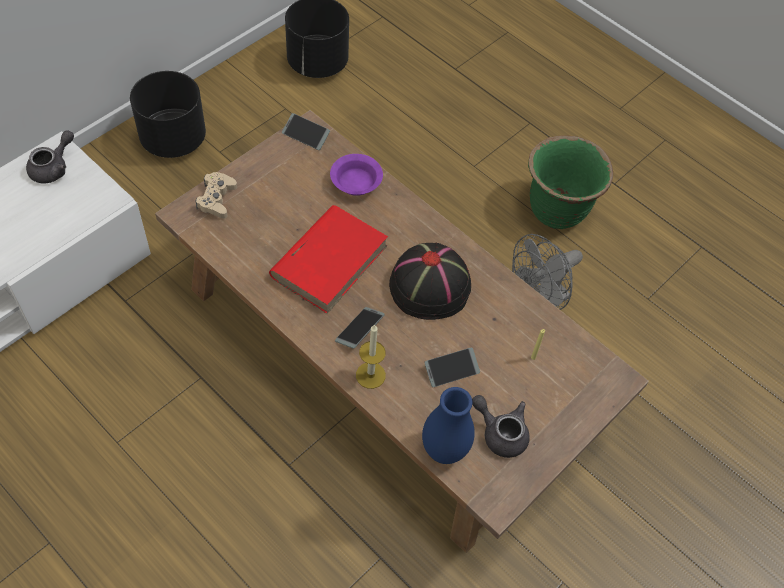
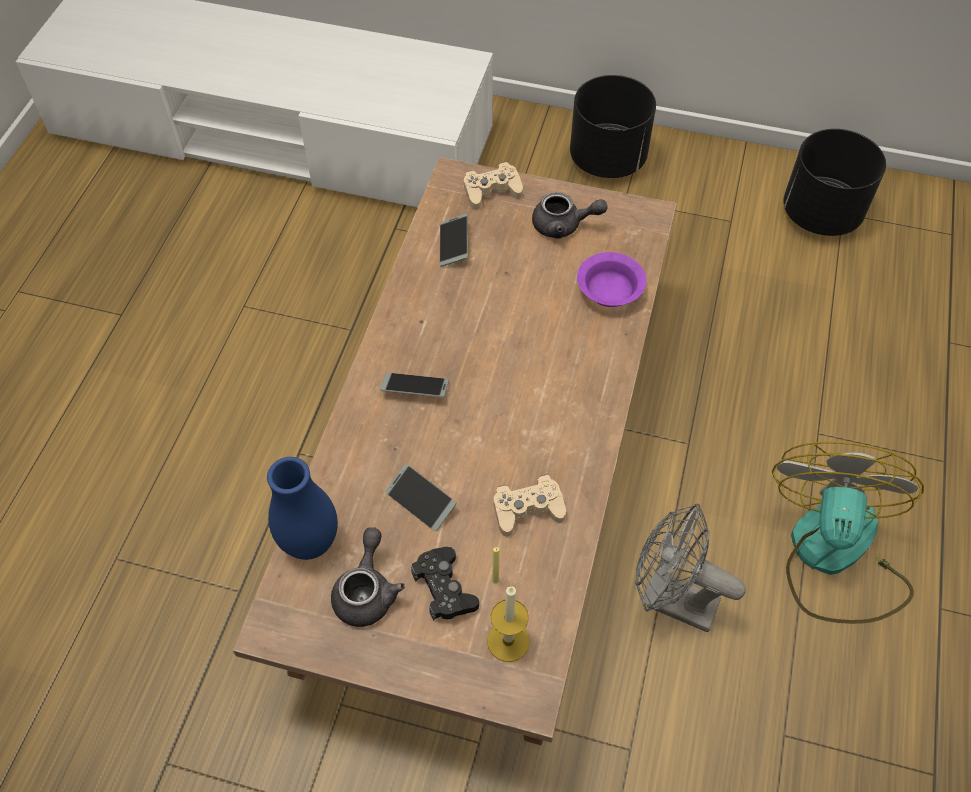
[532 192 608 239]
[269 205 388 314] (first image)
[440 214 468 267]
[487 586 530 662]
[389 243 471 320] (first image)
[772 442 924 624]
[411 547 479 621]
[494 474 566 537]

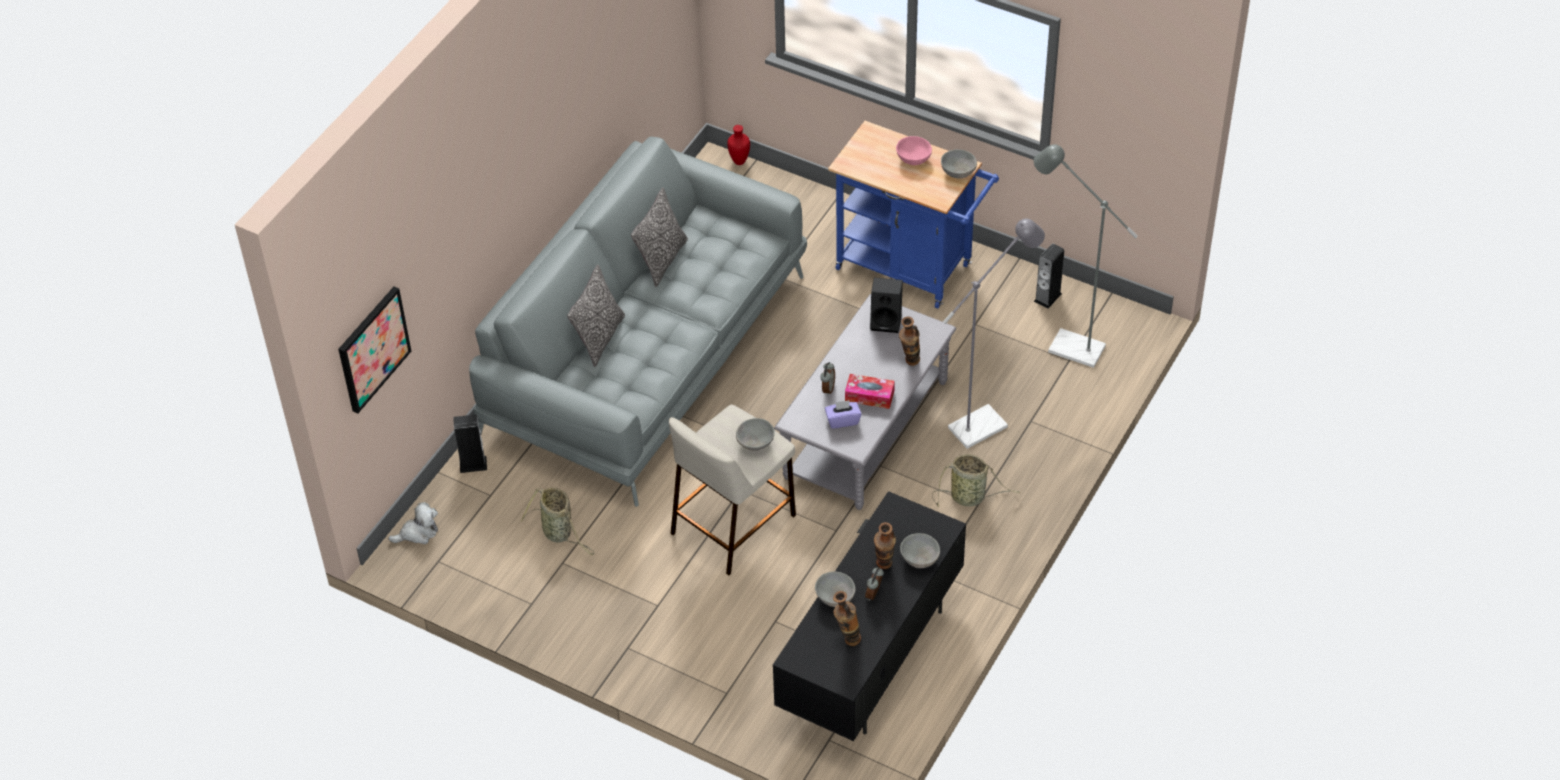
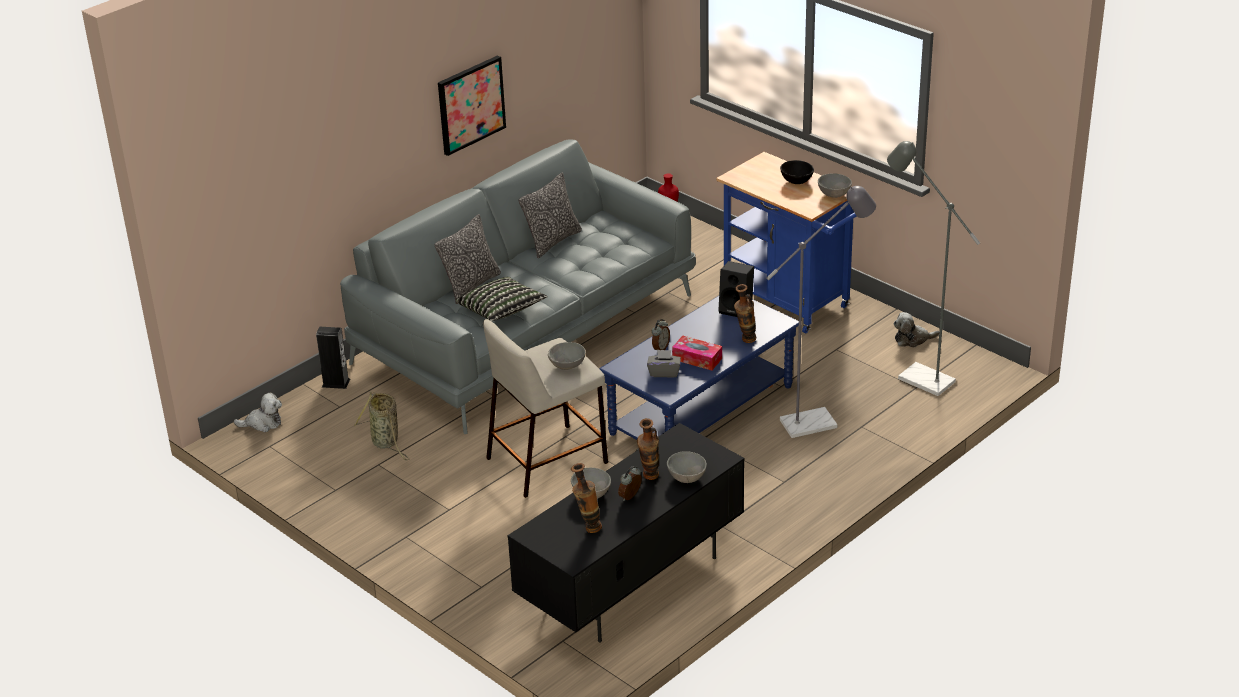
[438 55 506 156]
[599 296 799 440]
[647 350 681 378]
[780 160 814 184]
[932 454 1020 507] (first image)
[894 312 939 347]
[456 277 547 321]

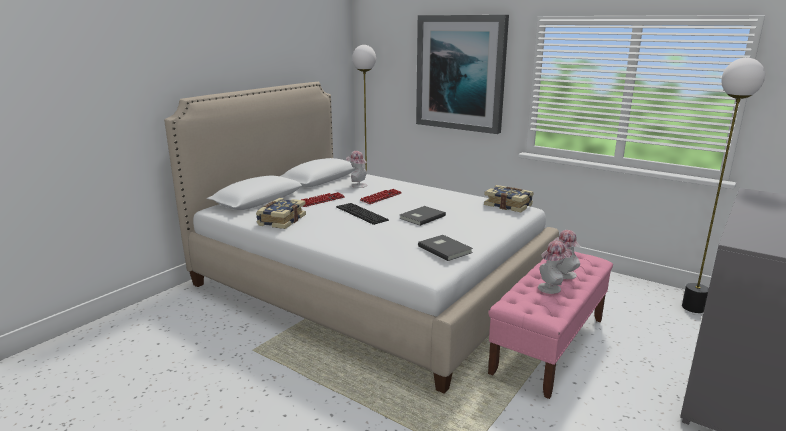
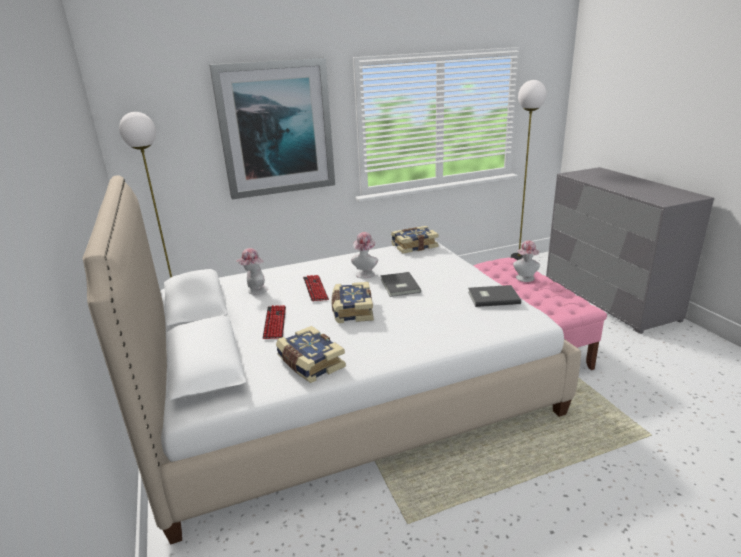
[332 282 374 323]
[351 232 378 279]

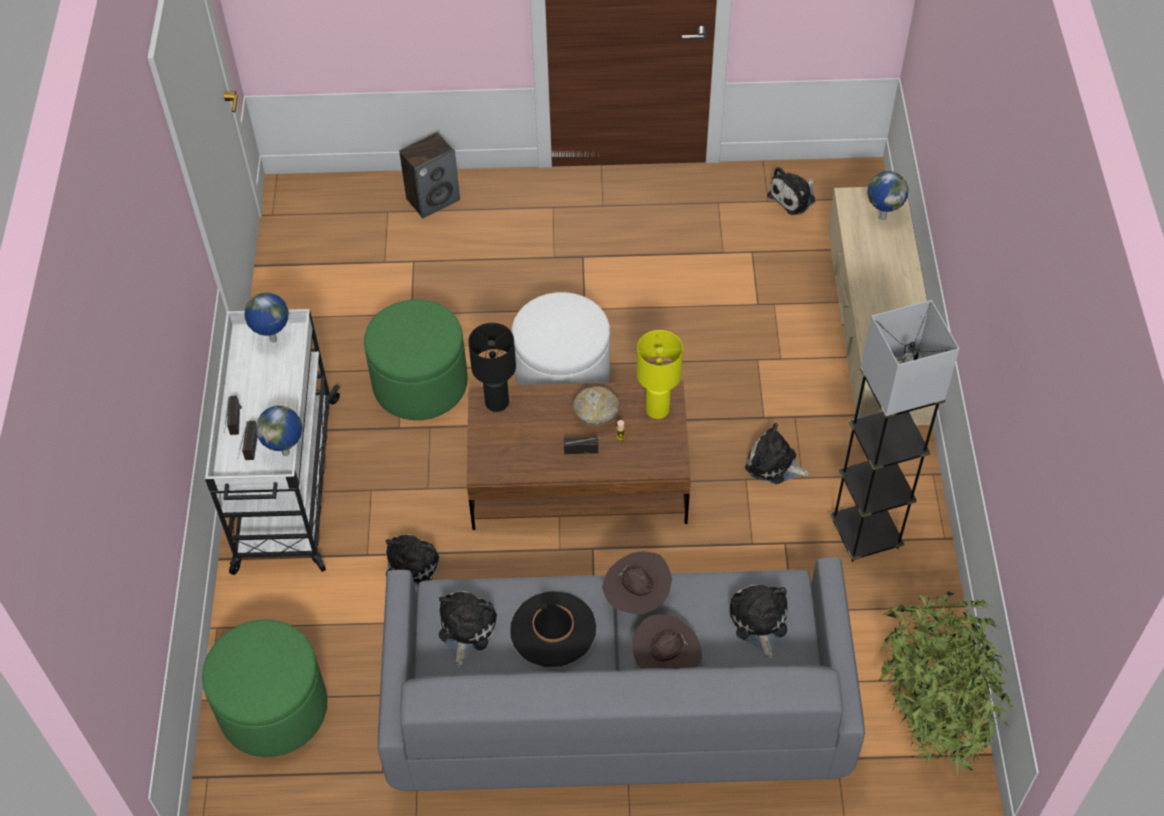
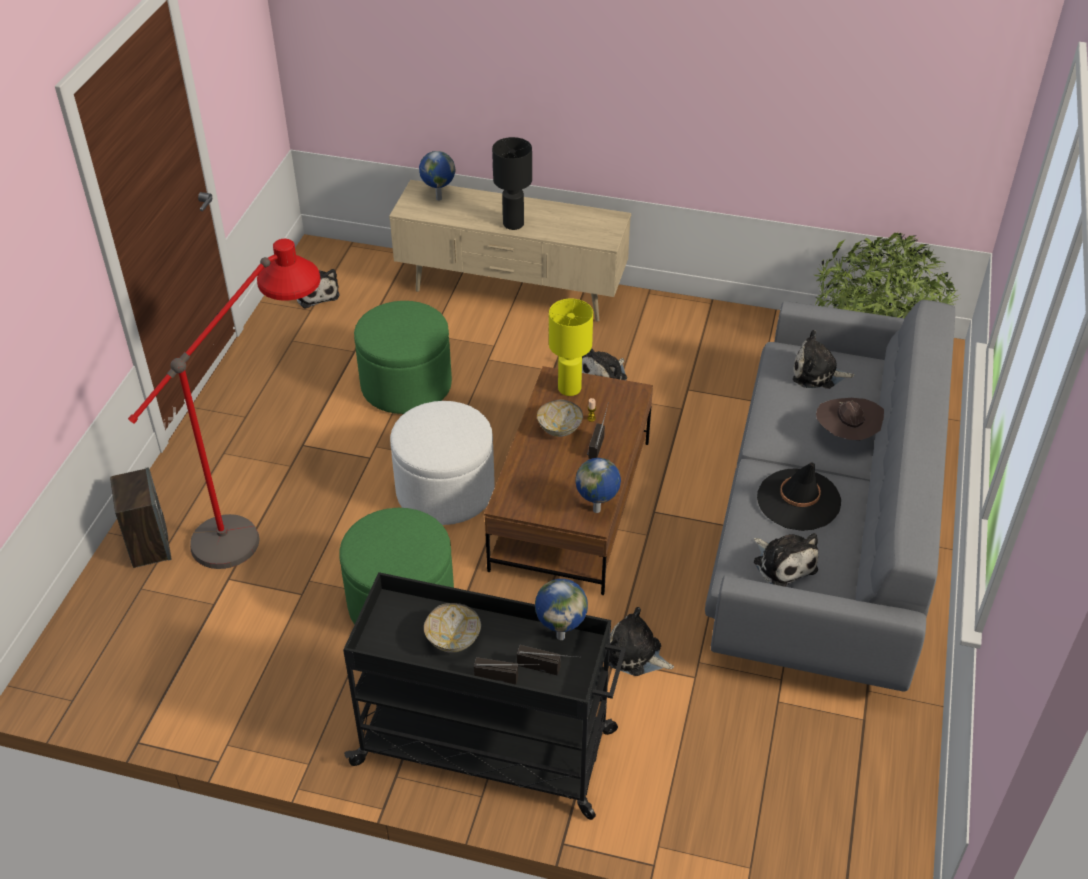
[354 301 452 414]
[343 572 626 820]
[575 458 621 513]
[754 533 818 587]
[492 137 532 230]
[602 551 672 614] (first image)
[830 300 960 562] (first image)
[128 239 320 569]
[424 603 481 653]

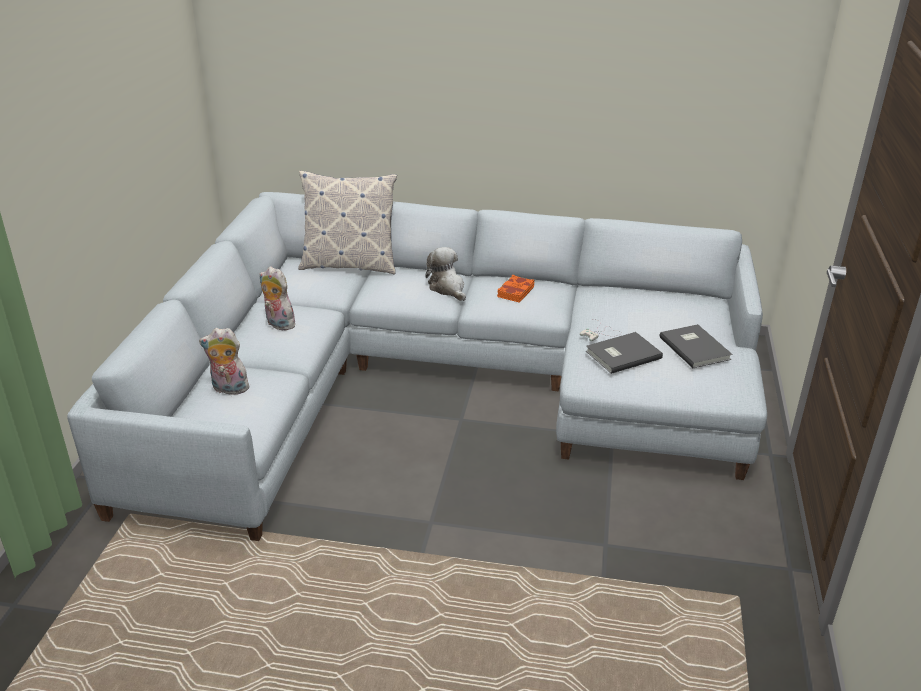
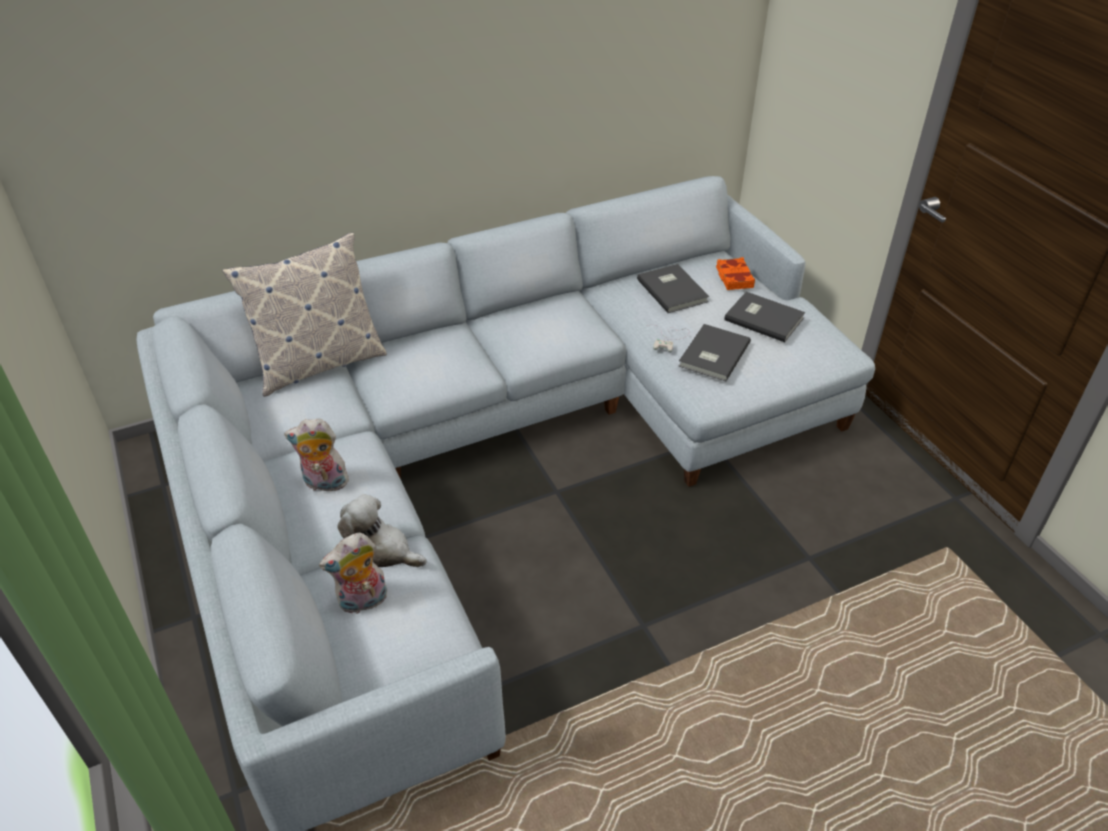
[337 494 427 567]
[716 257 755 290]
[637 264 709 313]

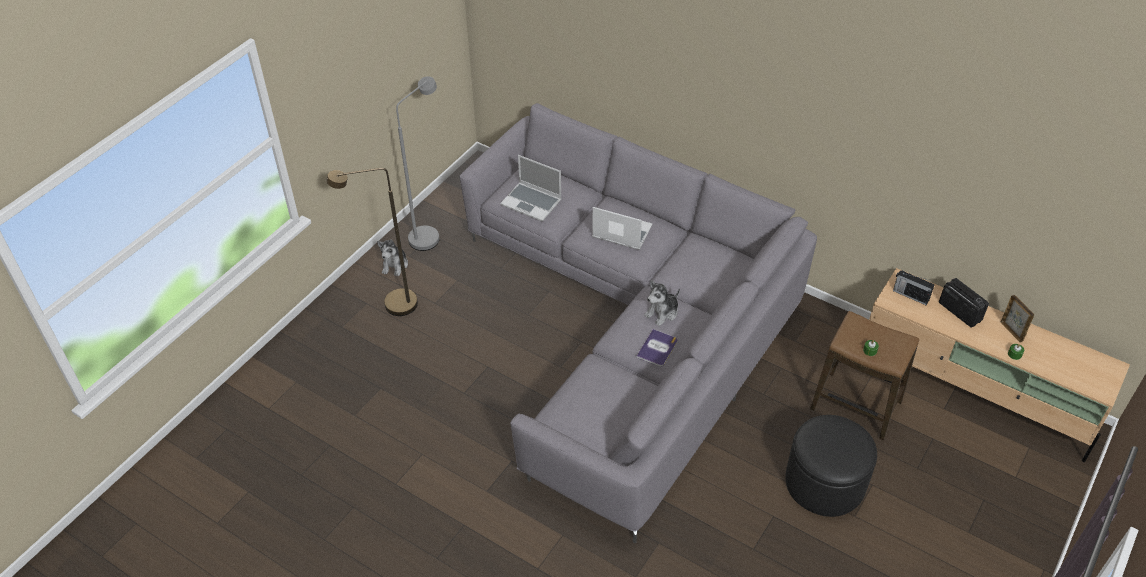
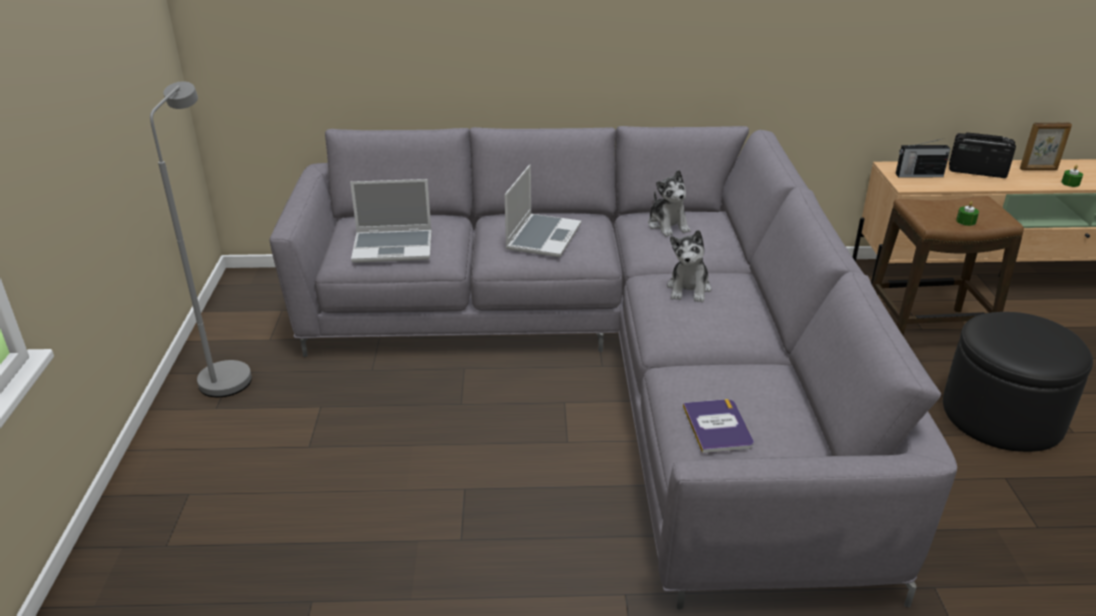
[327 168 418 316] (first image)
[648 170 690 237]
[505 164 581 257]
[683 399 754 453]
[1020 123 1072 170]

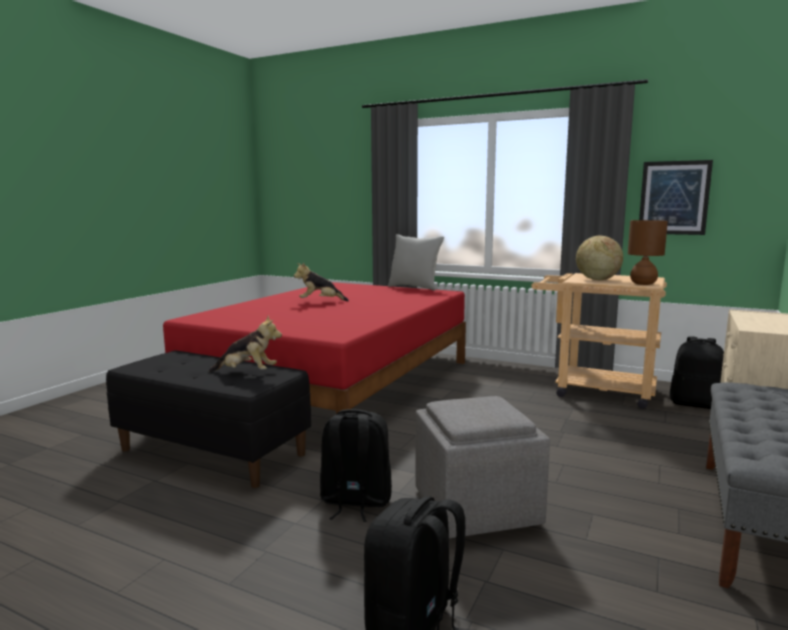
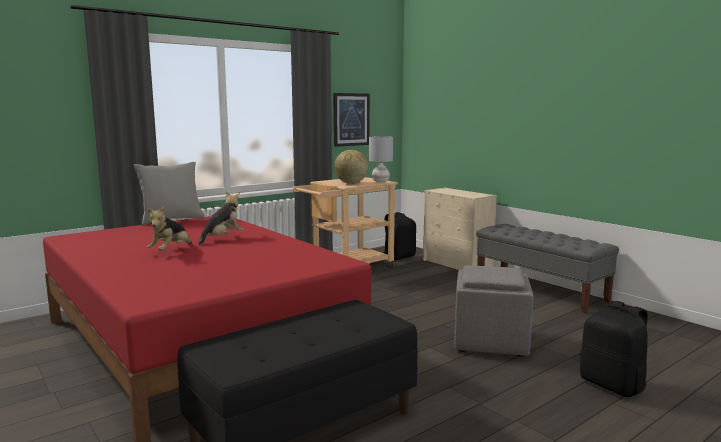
[198 192 243 245]
[320 409 392 522] (first image)
[369 136 393 182]

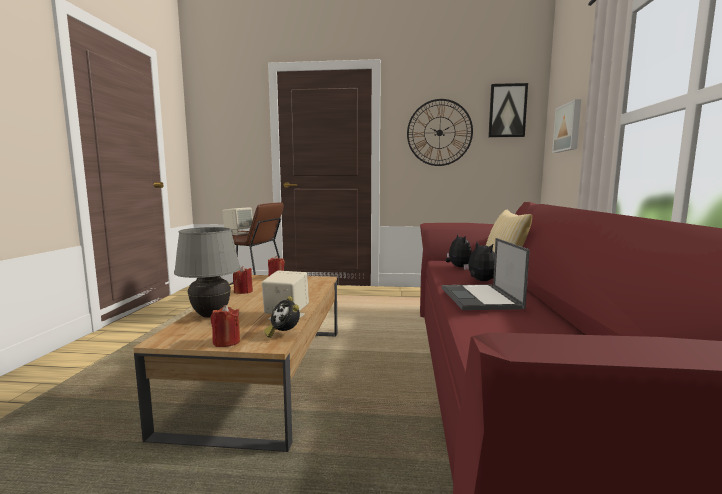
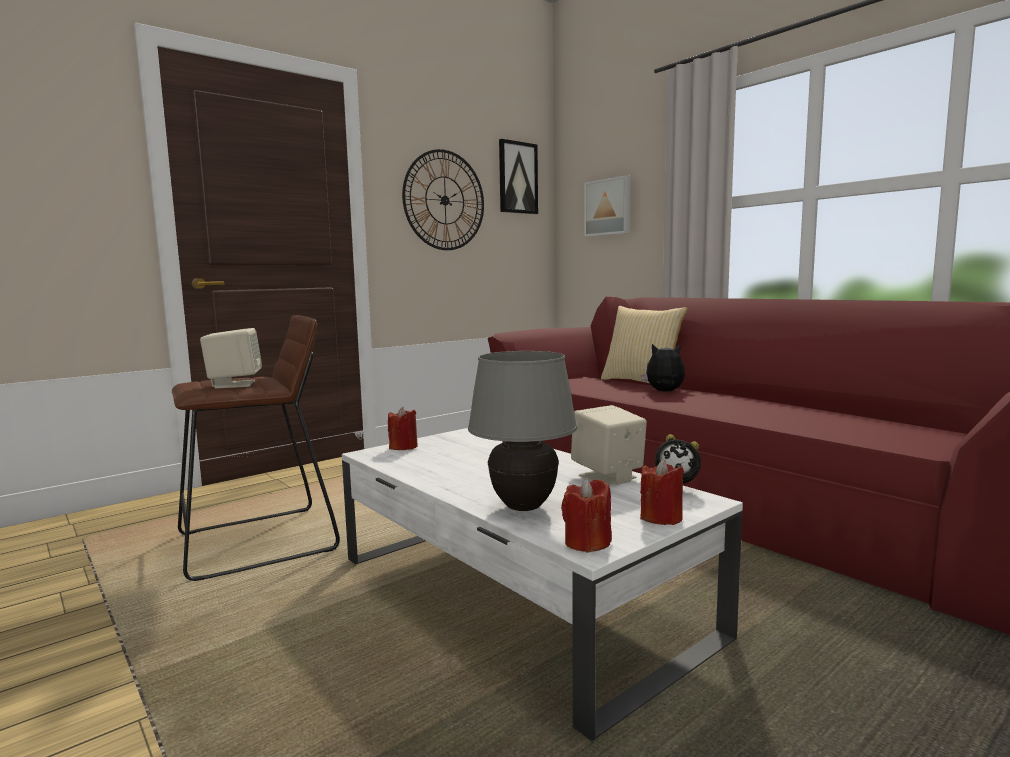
[342 428 743 741]
[561 478 612 553]
[442 238 530 310] (first image)
[446 234 472 267] (first image)

